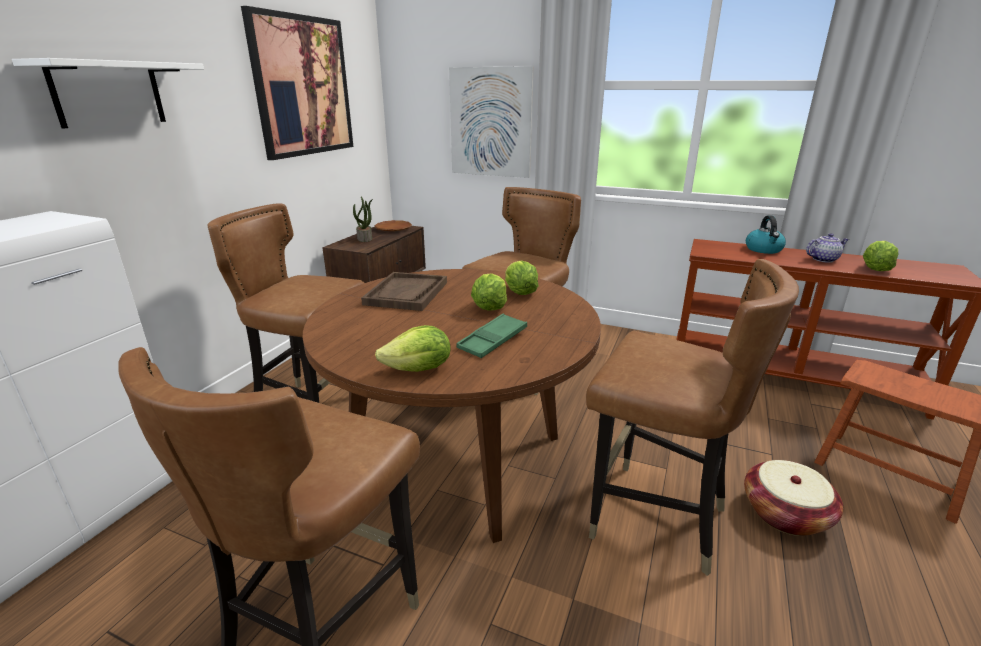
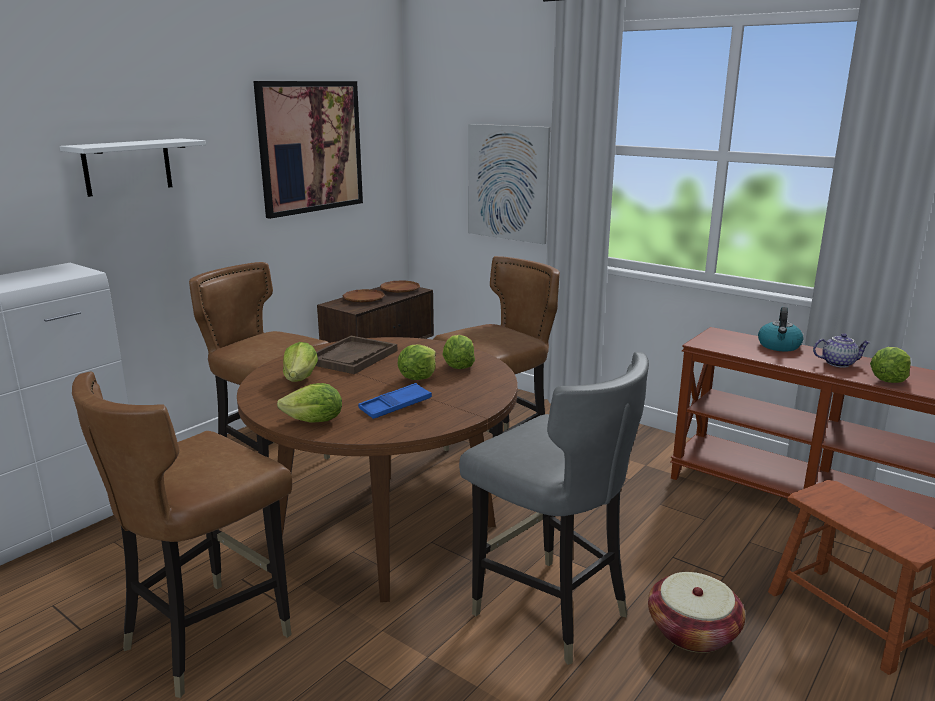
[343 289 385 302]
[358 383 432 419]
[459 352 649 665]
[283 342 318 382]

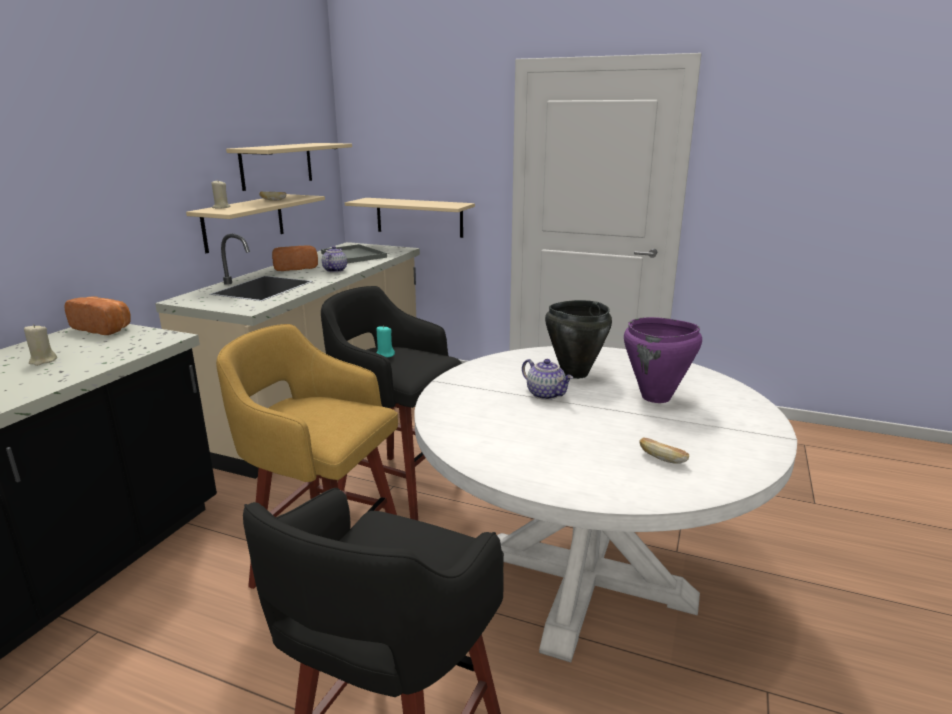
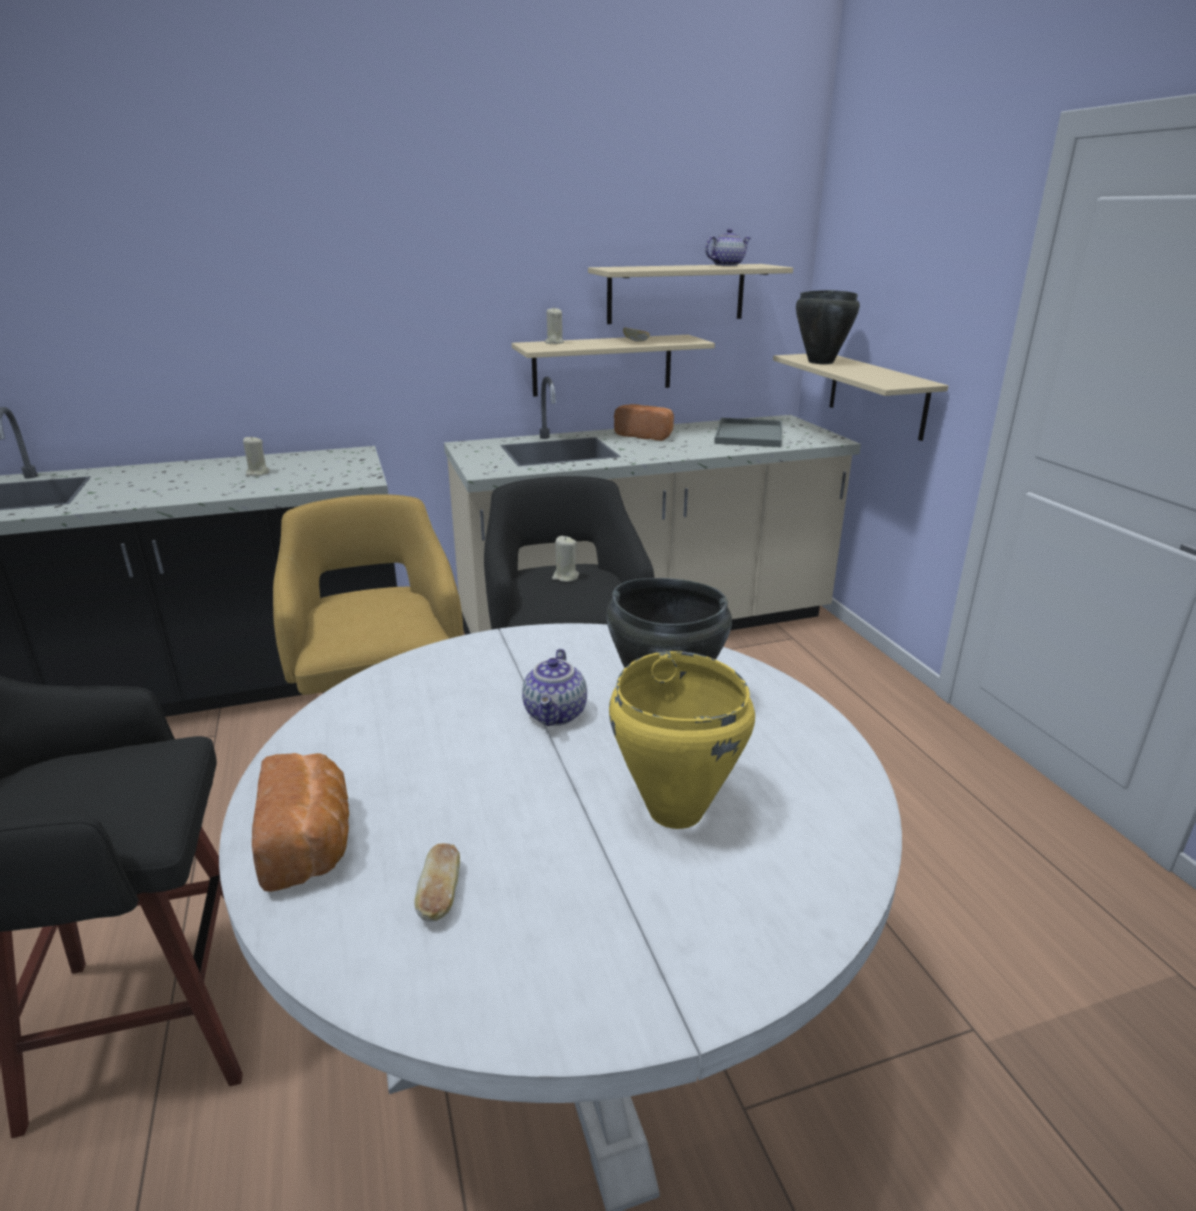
[252 753 349 892]
[705 229 751 266]
[552 536 579 582]
[609 651 755 829]
[796 290 860 364]

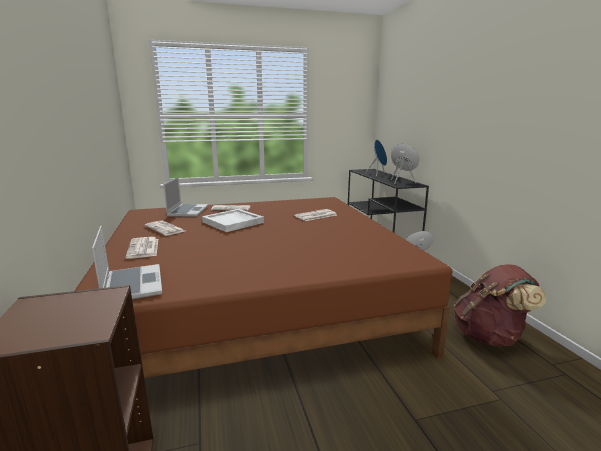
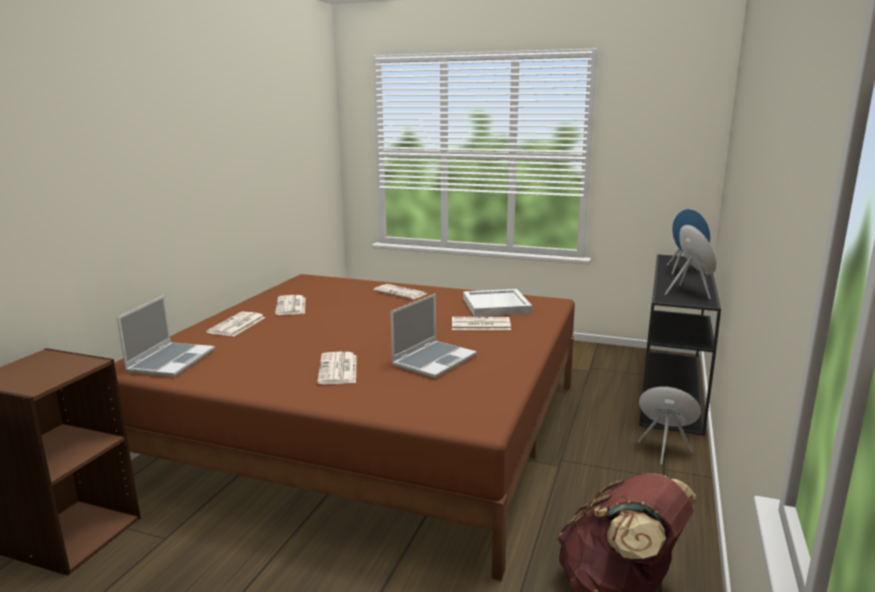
[390 294 477 379]
[463 289 532 317]
[317 352 357 385]

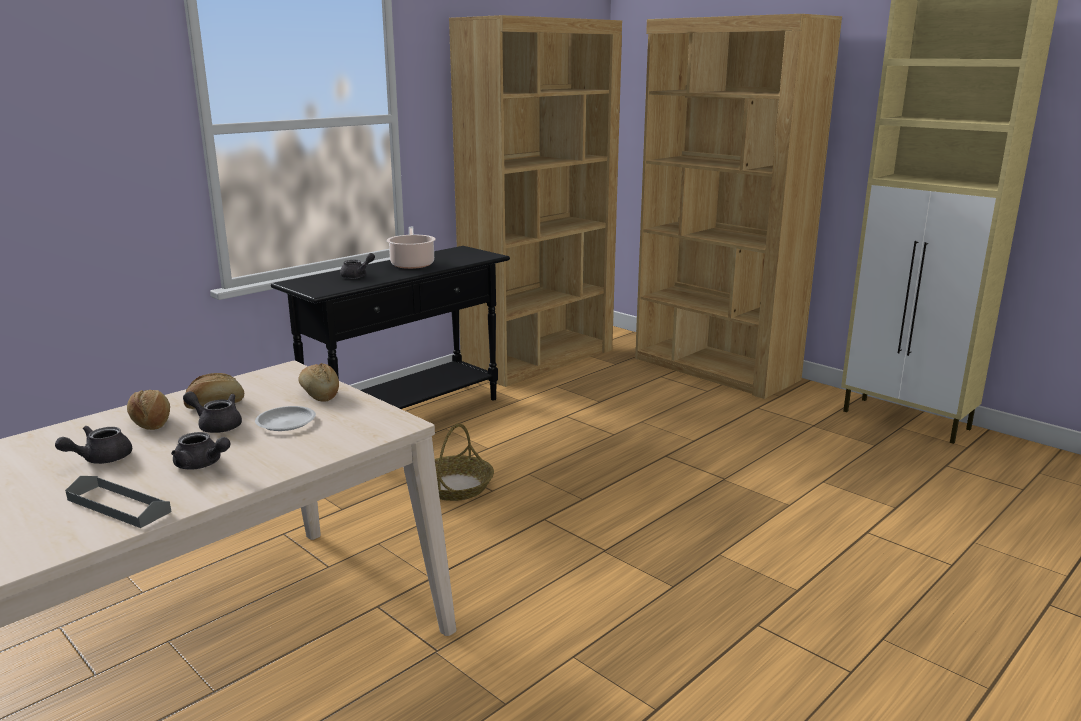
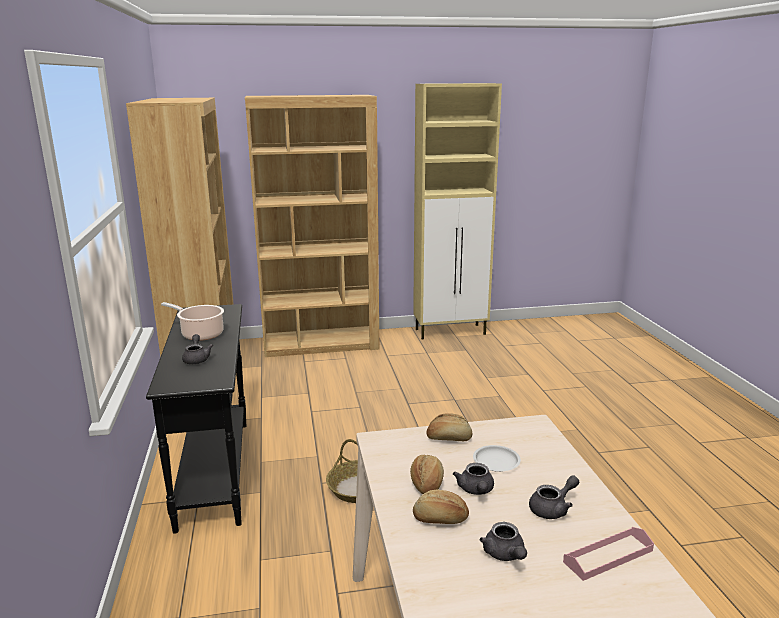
[563 527 654 581]
[453 463 494 495]

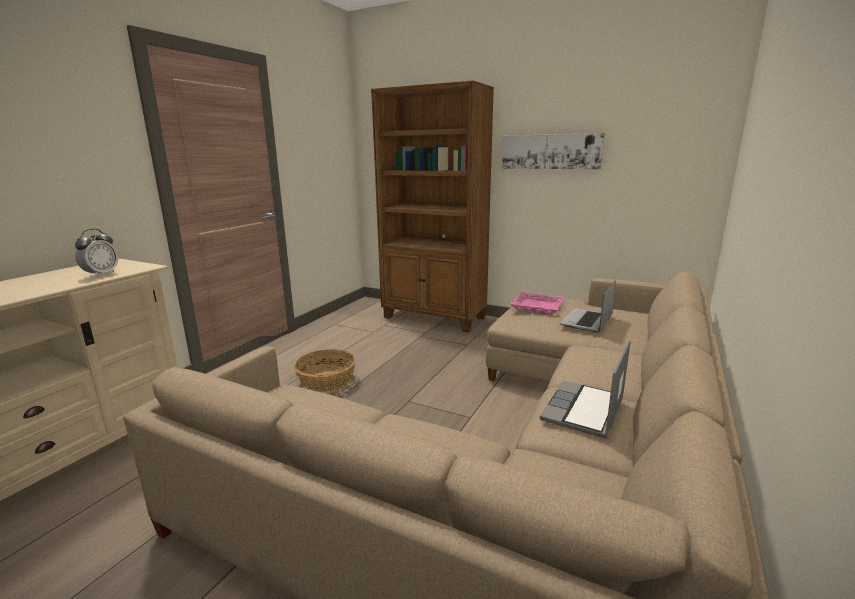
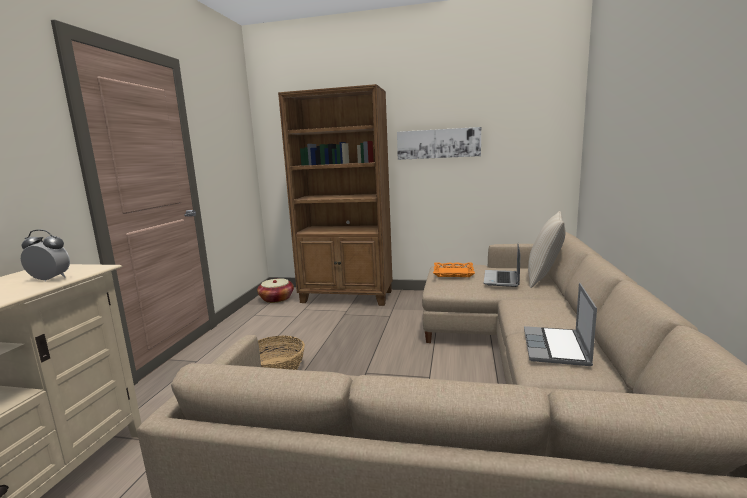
[21 229 70 282]
[433 263 475 277]
[257 278 294 303]
[528 211 565 288]

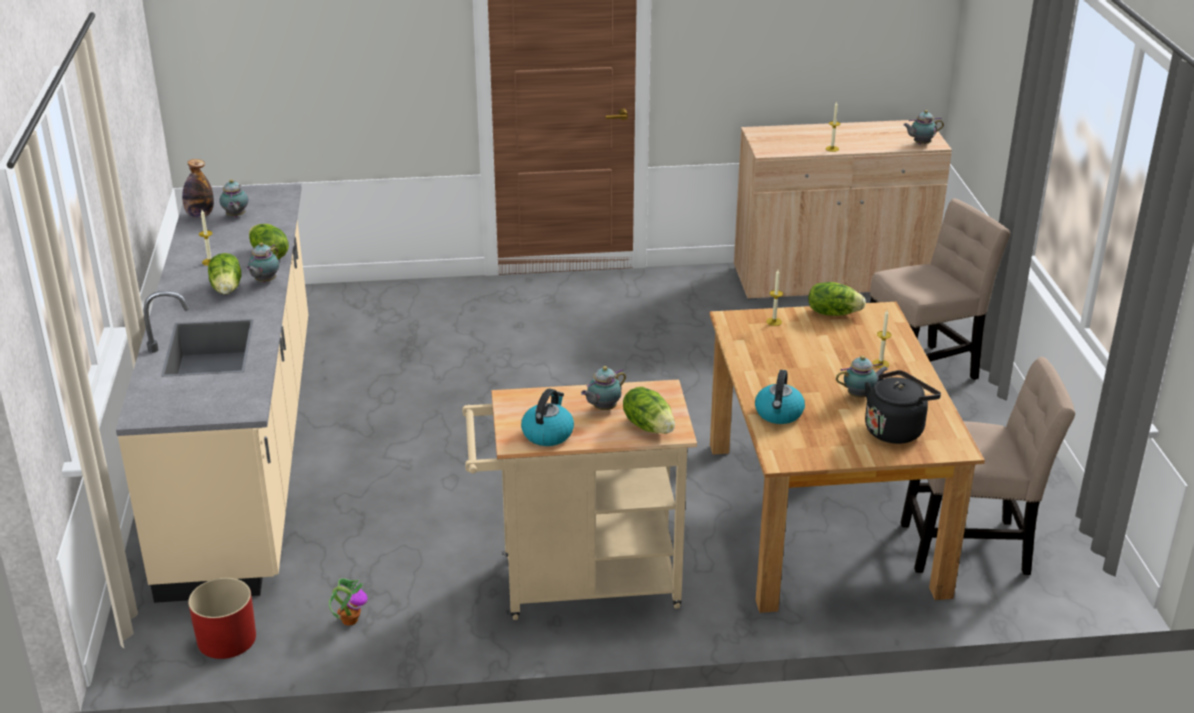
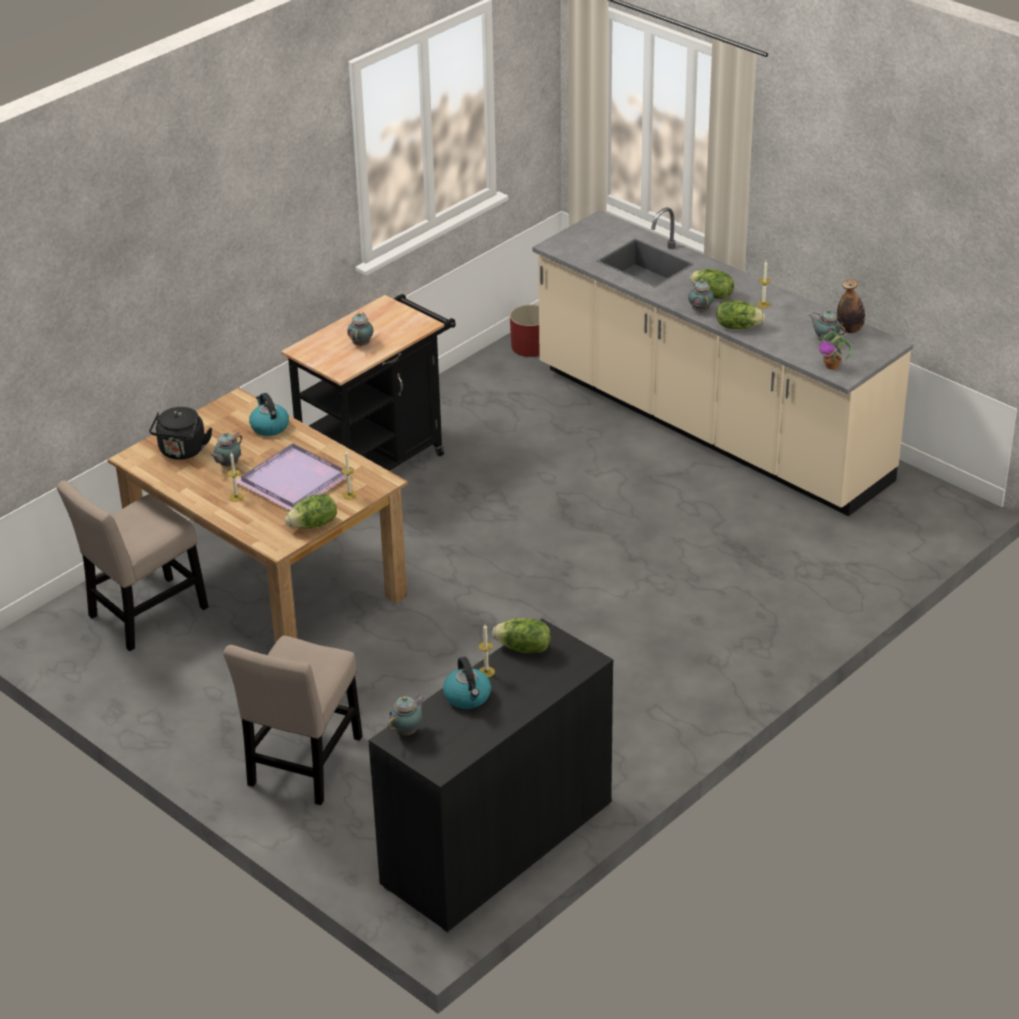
[818 332 852 370]
[281 294 456 471]
[443 657 491 709]
[492 618 551 653]
[369 619 614 934]
[236 443 351 510]

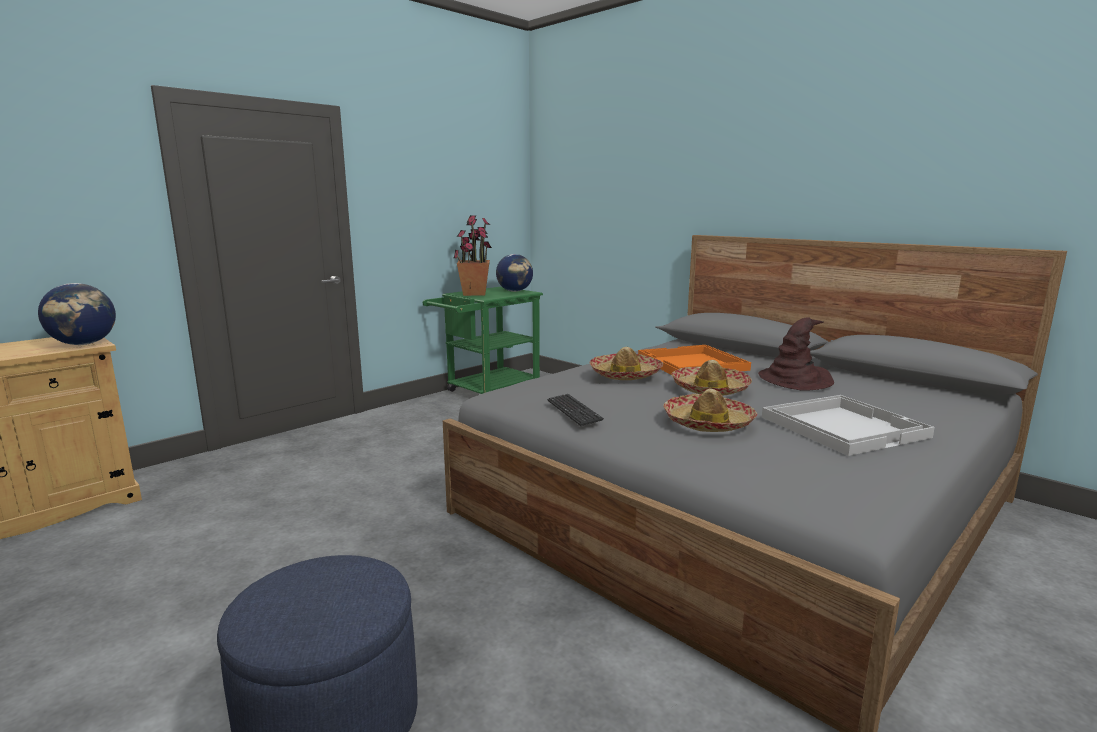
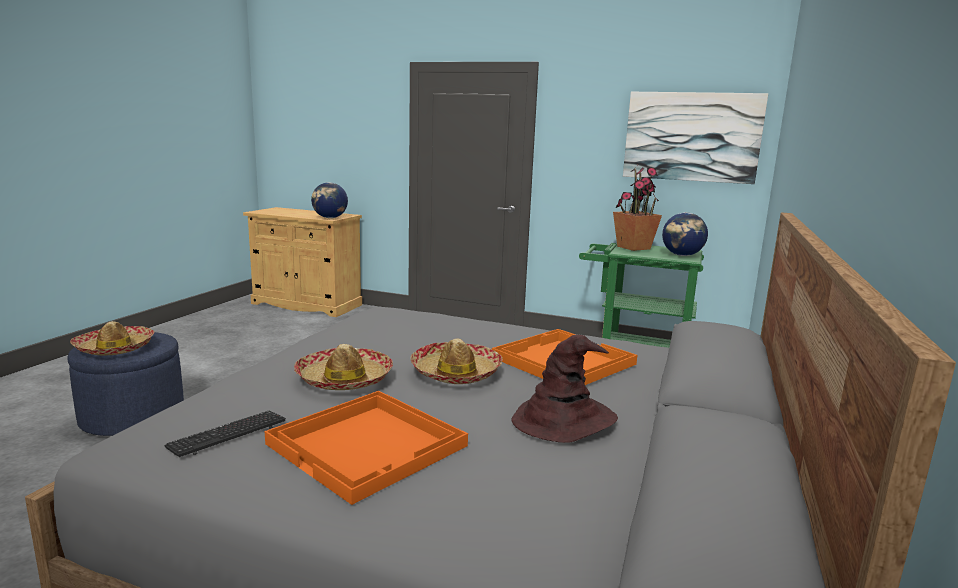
[165 410 286 457]
[70 321 154 355]
[265 391 468 505]
[623 92 768 184]

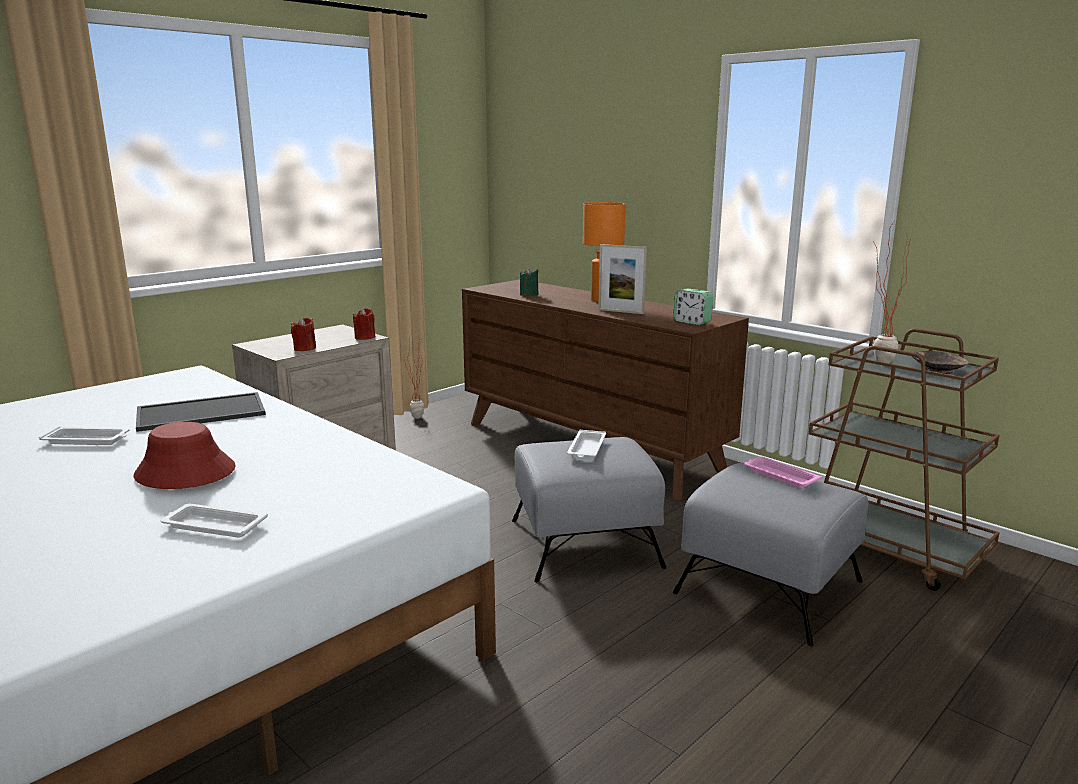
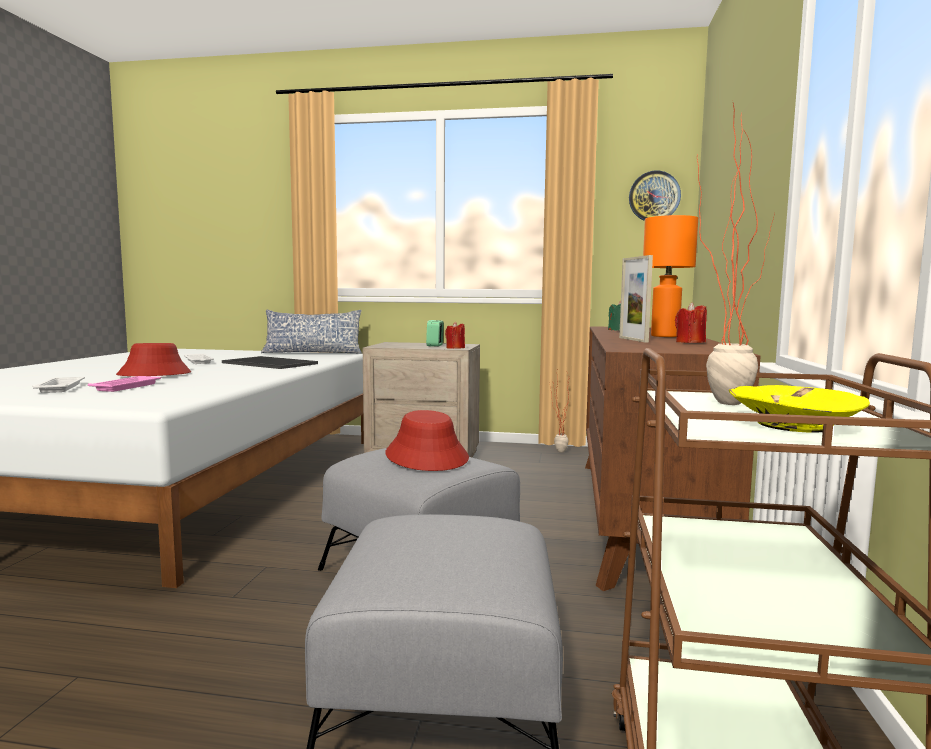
[675 302 707 343]
[385 410 469 471]
[426 320 444 347]
[88 376 161 392]
[729 385 870 433]
[261 310 362 354]
[629 171 681 221]

